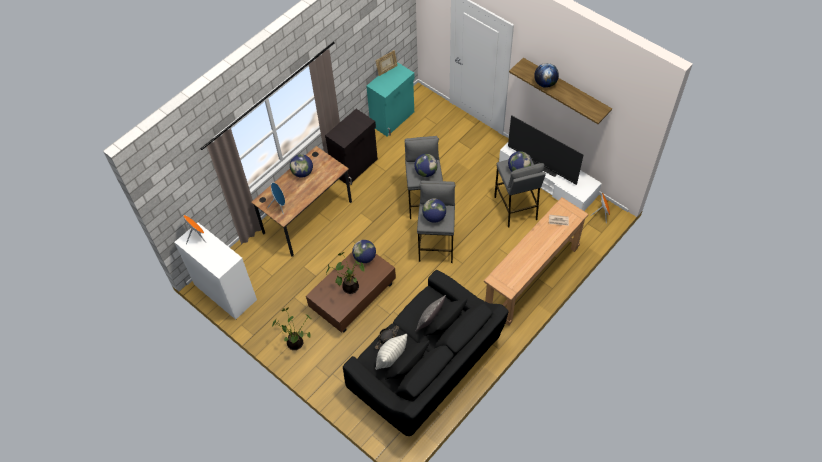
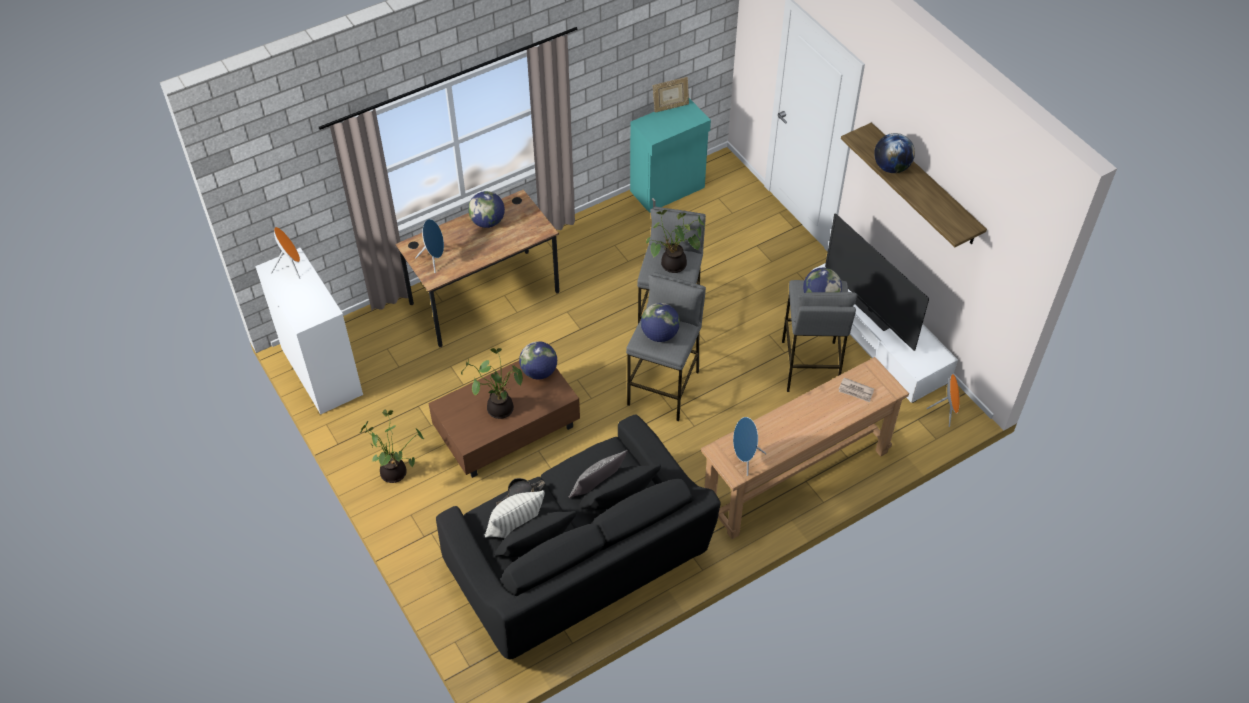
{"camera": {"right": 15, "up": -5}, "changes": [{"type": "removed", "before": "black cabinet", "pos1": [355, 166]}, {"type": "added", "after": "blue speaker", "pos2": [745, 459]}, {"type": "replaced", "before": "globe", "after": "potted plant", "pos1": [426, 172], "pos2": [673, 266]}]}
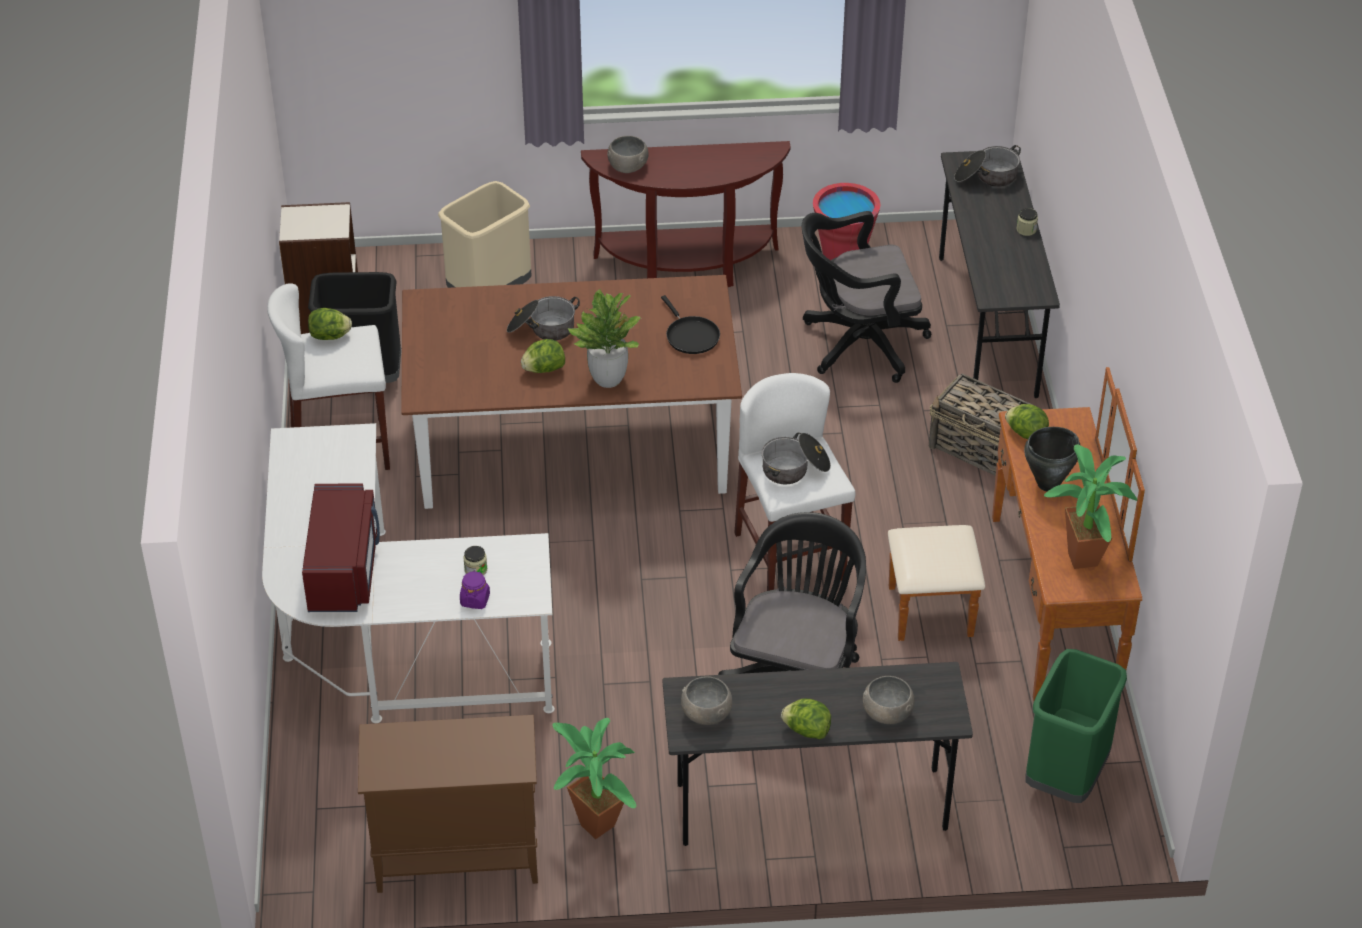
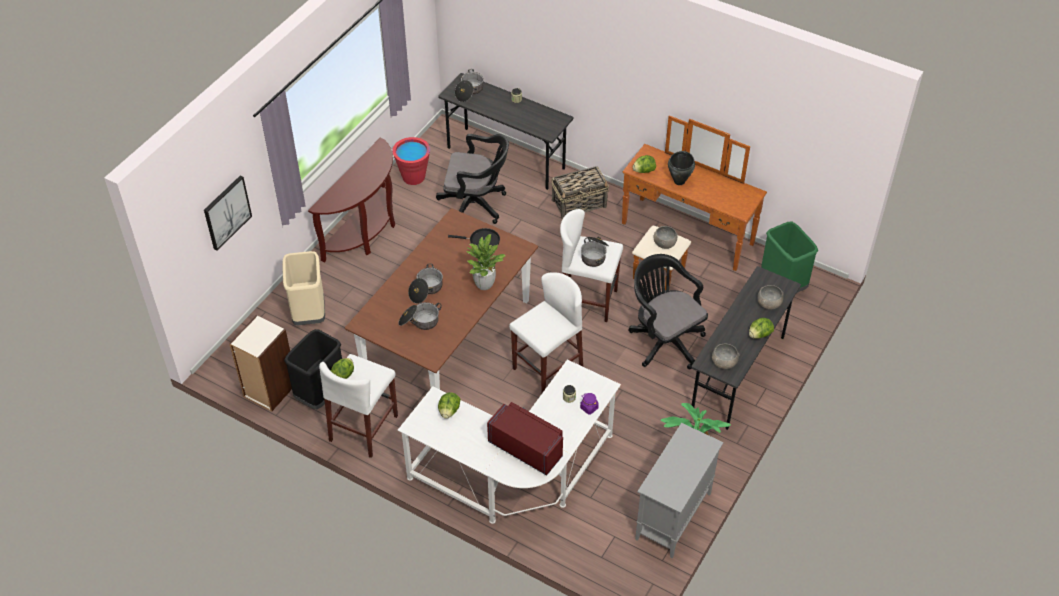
{"camera": {"right": -55, "up": 5}, "changes": [{"type": "removed", "before": "potted plant", "pos1": [1084, 554]}, {"type": "added", "after": "picture", "pos2": [226, 212]}, {"type": "added", "after": "cooking pot", "pos2": [419, 321]}, {"type": "added", "after": "white stool", "pos2": [547, 367]}, {"type": "moved", "before": "lettuce", "pos1": [544, 369], "pos2": [449, 411]}, {"type": "moved", "before": "grey bowl", "pos1": [627, 166], "pos2": [664, 243]}, {"type": "recoloured", "before": "brown cabinet", "after": "grey cabinet", "pos1": [455, 858], "pos2": [673, 517]}, {"type": "turned", "before": "black office chair", "pos1": [857, 344], "pos2": [476, 205], "turn": -105}]}
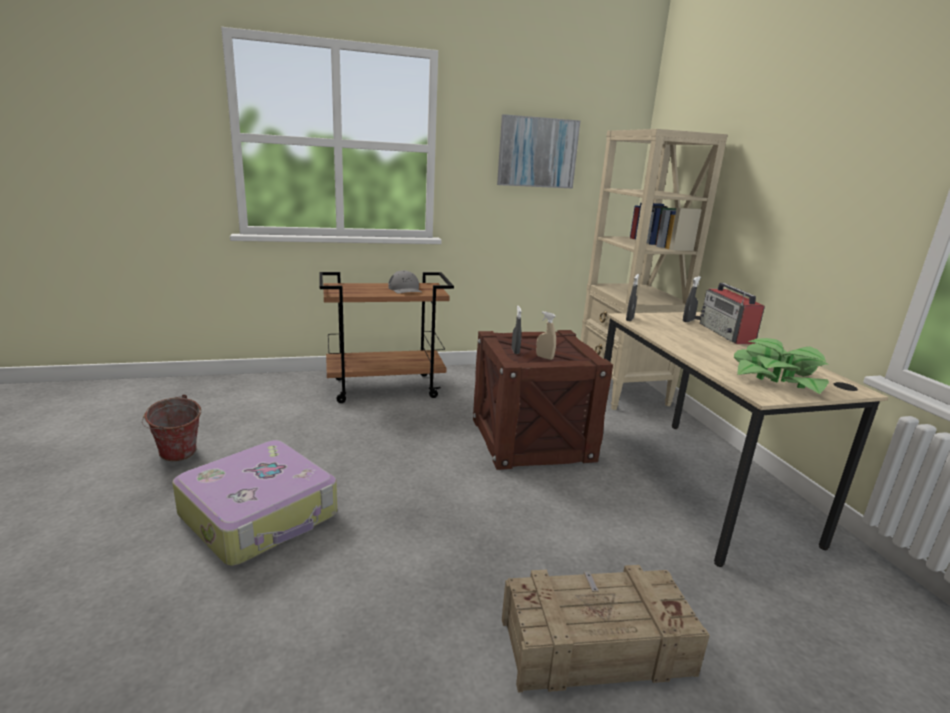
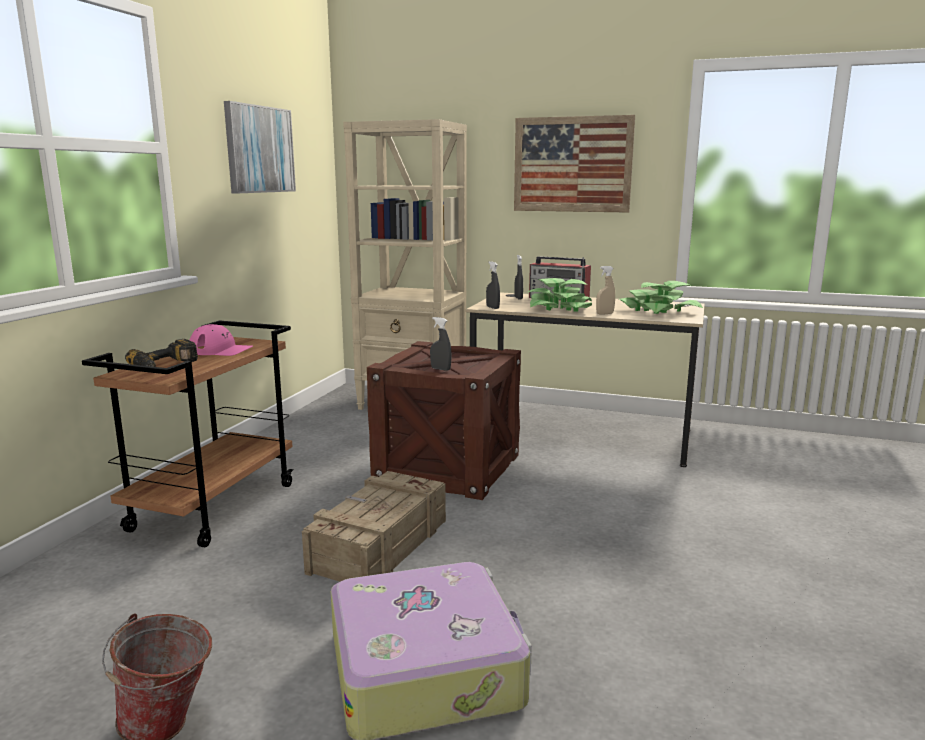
{"camera": {"right": -55, "up": -5}, "changes": [{"type": "added", "after": "power drill", "pos2": [166, 365]}, {"type": "added", "after": "picture", "pos2": [572, 164]}, {"type": "added", "after": "potted plant", "pos2": [559, 308]}, {"type": "moved", "before": "crate", "pos1": [593, 645], "pos2": [378, 546]}, {"type": "moved", "before": "beige spray bottle", "pos1": [544, 357], "pos2": [604, 314]}, {"type": "recoloured", "before": "grey cap", "after": "pink cap", "pos1": [405, 289], "pos2": [221, 350]}]}
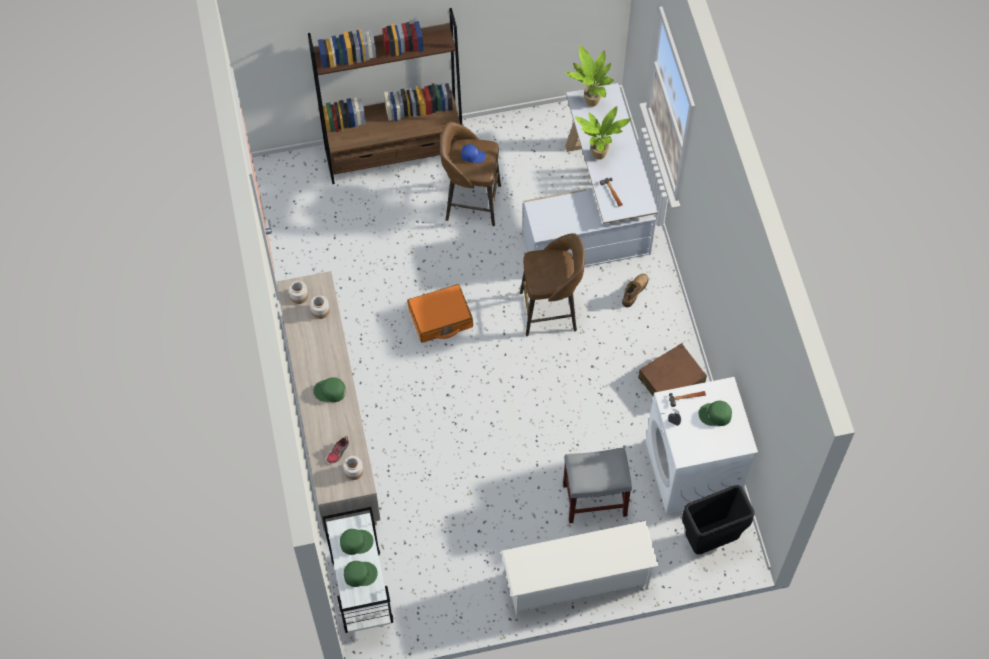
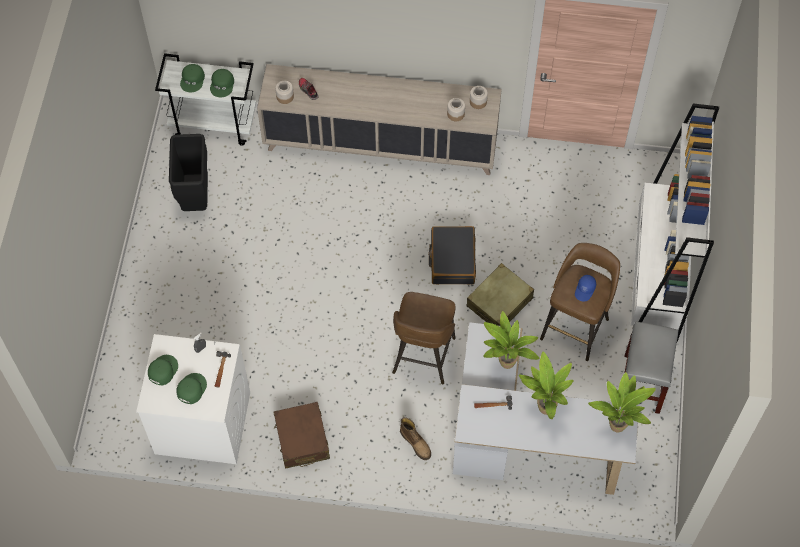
{"camera": {"right": 110, "up": 0}, "changes": [{"type": "removed", "before": "white shoe rack", "pos1": [576, 581]}, {"type": "added", "after": "beige suitcase", "pos2": [499, 302]}, {"type": "added", "after": "potted plant", "pos2": [505, 365]}, {"type": "moved", "before": "green cap", "pos1": [330, 391], "pos2": [162, 370]}, {"type": "moved", "before": "grey stool", "pos1": [595, 499], "pos2": [642, 384]}, {"type": "moved", "before": "black trash can", "pos1": [711, 541], "pos2": [195, 198]}, {"type": "recoloured", "before": "brown bookcase", "after": "white bookcase", "pos1": [395, 154], "pos2": [657, 276]}, {"type": "recoloured", "before": "orange suitcase", "after": "black suitcase", "pos1": [440, 318], "pos2": [452, 260]}]}
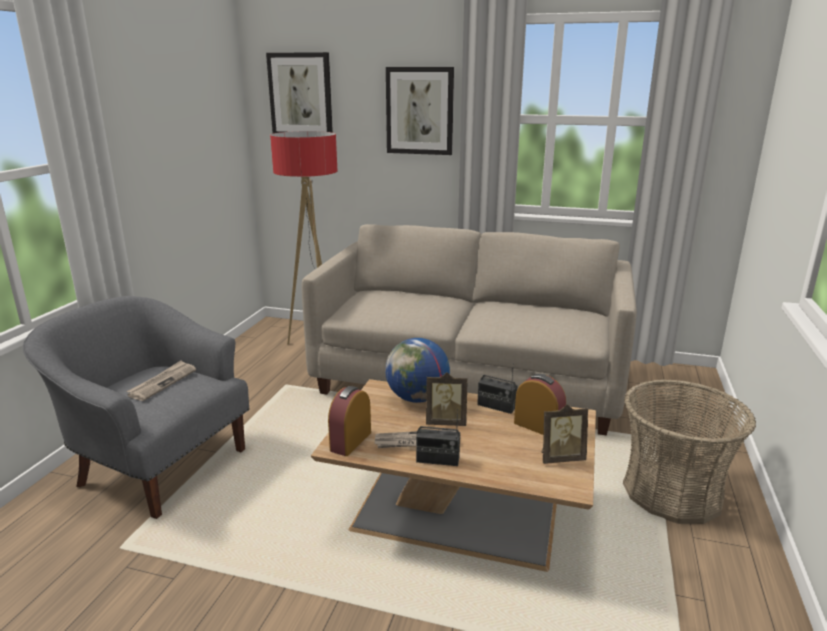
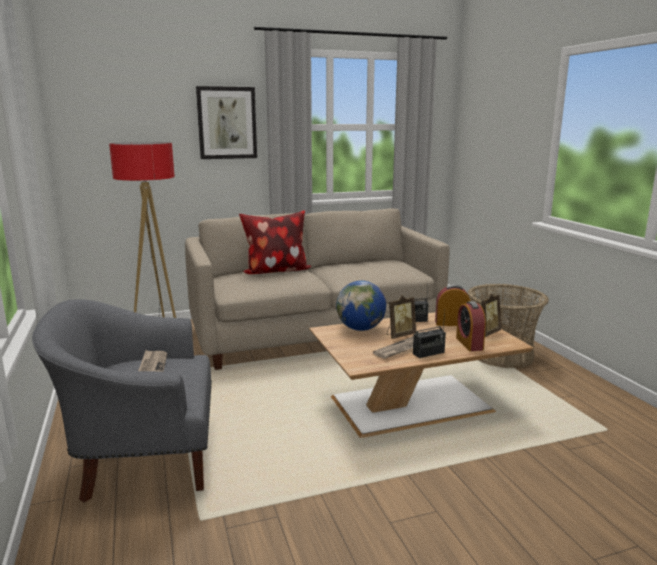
{"camera": {"right": -35, "up": -5}, "changes": [{"type": "removed", "before": "picture", "pos1": [300, 95]}, {"type": "added", "after": "pillow", "pos2": [275, 271]}, {"type": "moved", "before": "alarm clock", "pos1": [350, 441], "pos2": [469, 343]}]}
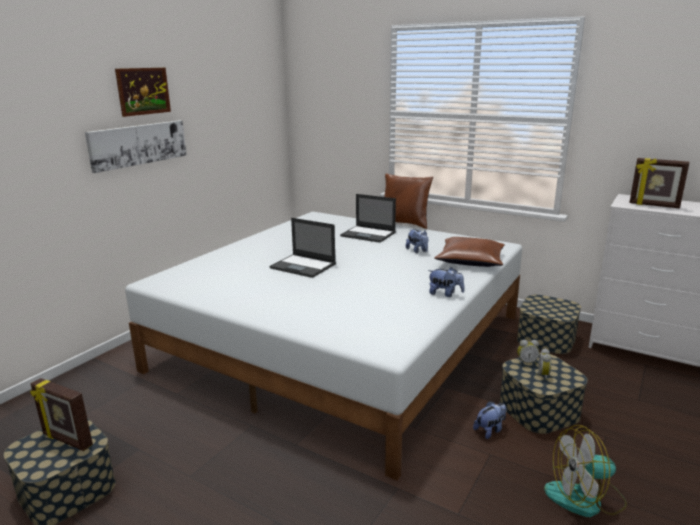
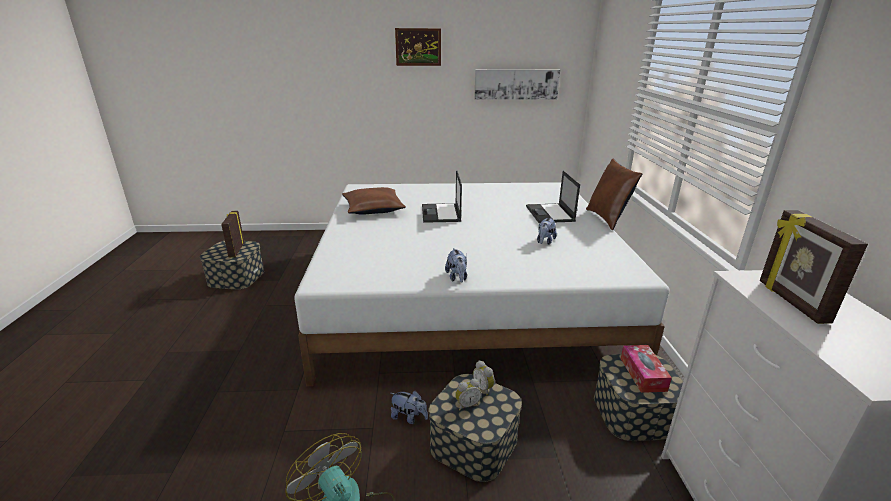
{"camera": {"right": 55, "up": 5}, "changes": [{"type": "added", "after": "tissue box", "pos2": [643, 374]}, {"type": "moved", "before": "picture", "pos1": [138, 144], "pos2": [516, 84]}, {"type": "moved", "before": "brown pillow", "pos1": [471, 260], "pos2": [373, 209]}]}
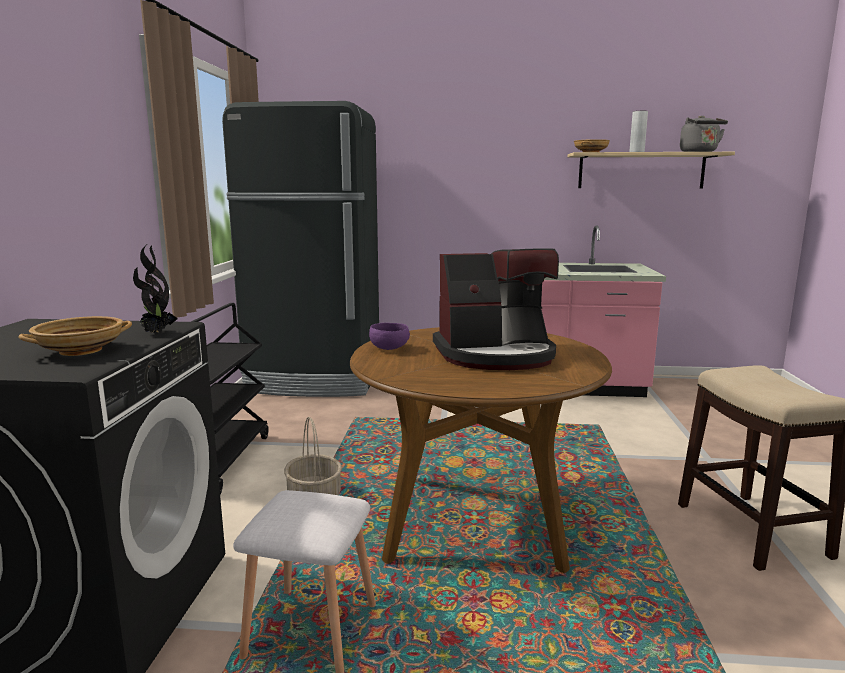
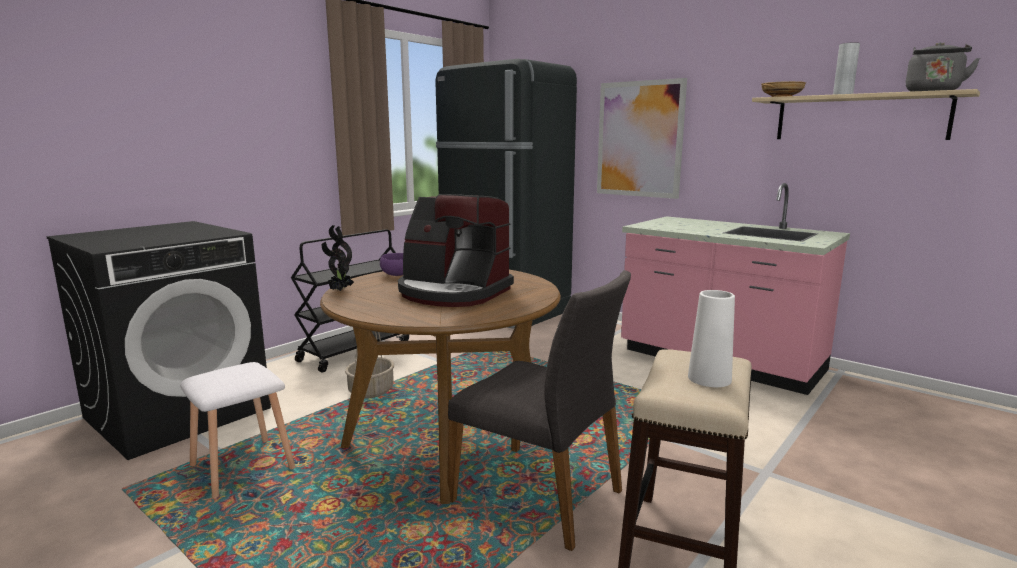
{"camera": {"right": 35, "up": 0}, "changes": [{"type": "removed", "before": "beige bowl", "pos1": [80, 351]}, {"type": "added", "after": "grey chair", "pos2": [539, 495]}, {"type": "added", "after": "picture", "pos2": [639, 139]}, {"type": "added", "after": "white vase", "pos2": [709, 378]}, {"type": "moved", "before": "potted plant", "pos1": [157, 333], "pos2": [340, 291]}]}
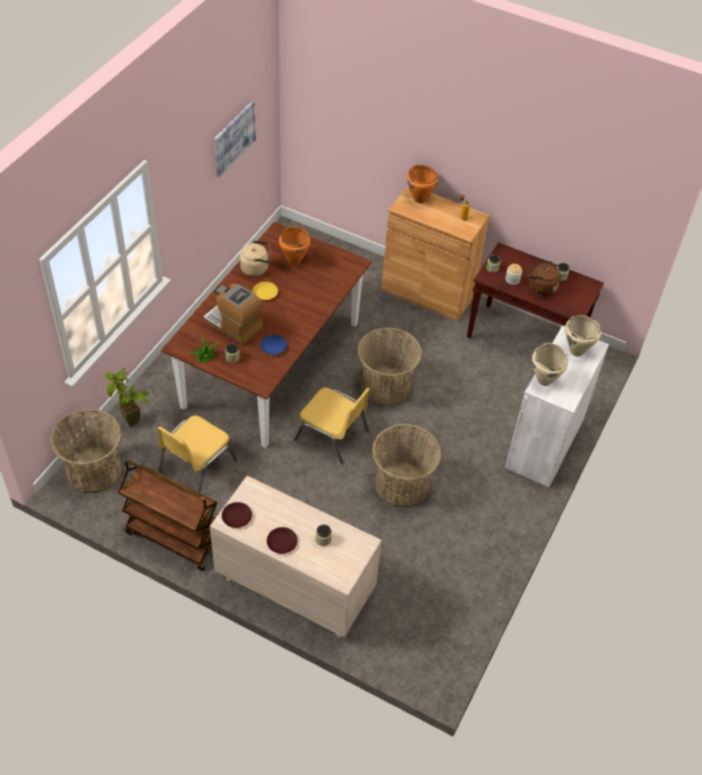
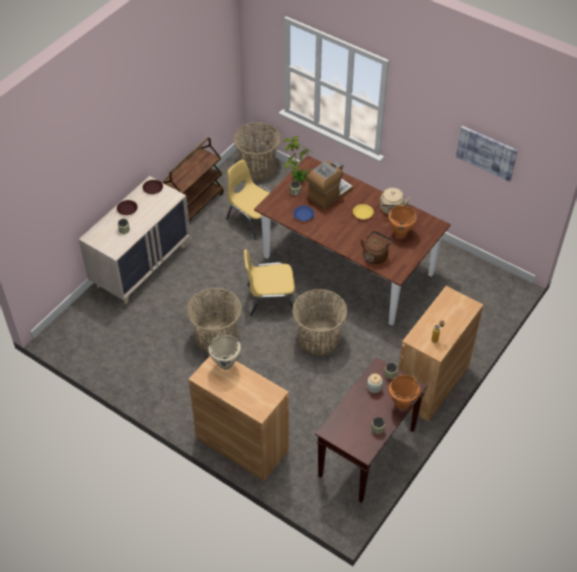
{"camera": {"right": 100, "up": 0}, "changes": [{"type": "removed", "before": "beige cooking pot", "pos1": [576, 351]}, {"type": "moved", "before": "orange cooking pot", "pos1": [419, 199], "pos2": [401, 404]}, {"type": "moved", "before": "brown kettle", "pos1": [540, 288], "pos2": [375, 255]}, {"type": "recoloured", "before": "white cabinet", "after": "brown cabinet", "pos1": [544, 444], "pos2": [242, 444]}, {"type": "turned", "before": "yellow chair", "pos1": [333, 436], "pos2": [270, 298], "turn": 45}]}
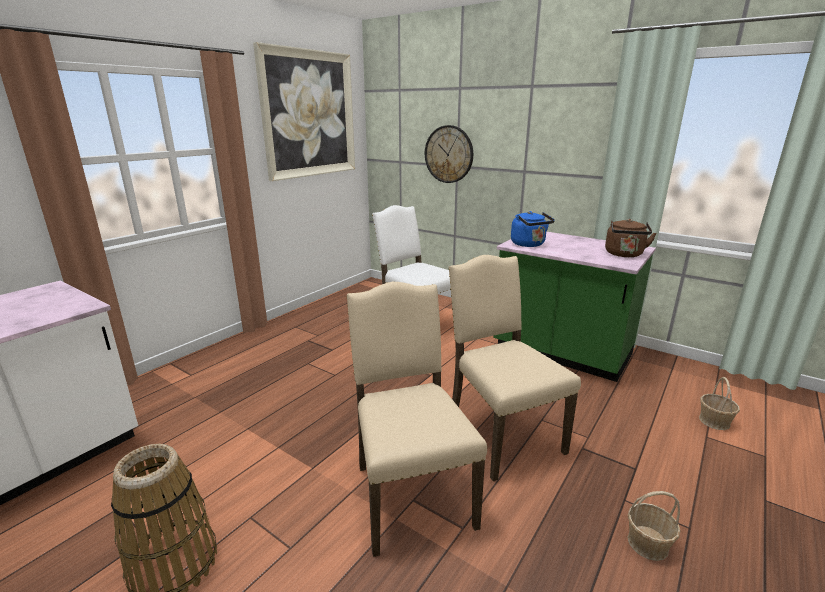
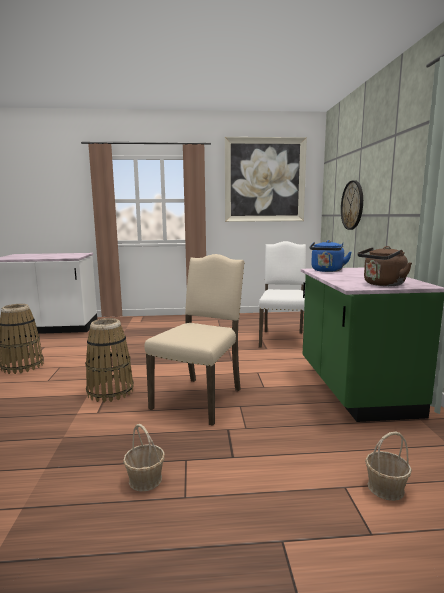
{"camera": {"right": 50, "up": -10}, "changes": [{"type": "replaced", "before": "beige chair", "after": "basket", "pos1": [410, 493], "pos2": [110, 391]}]}
